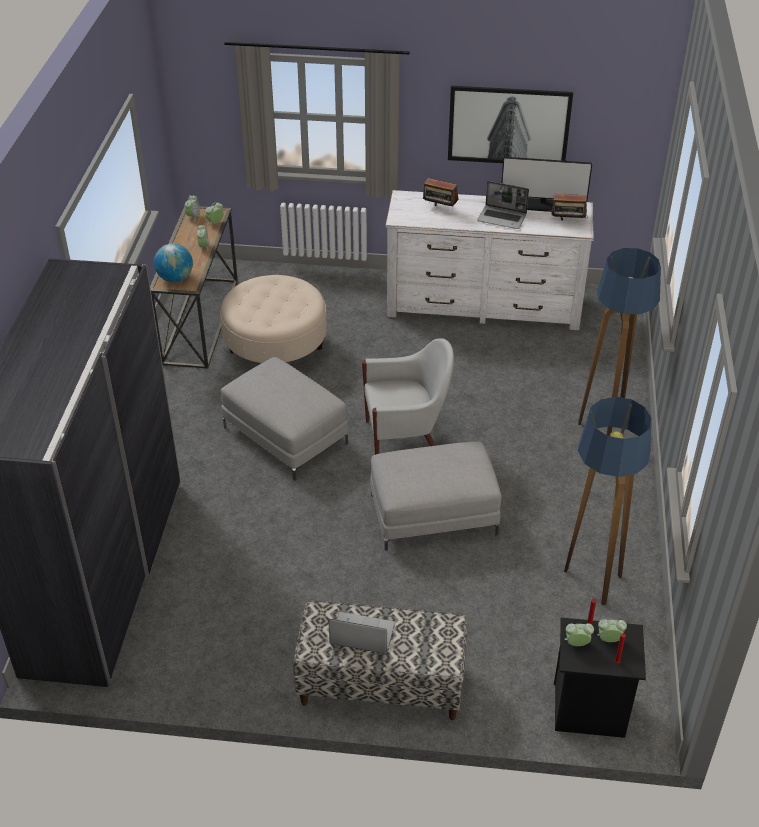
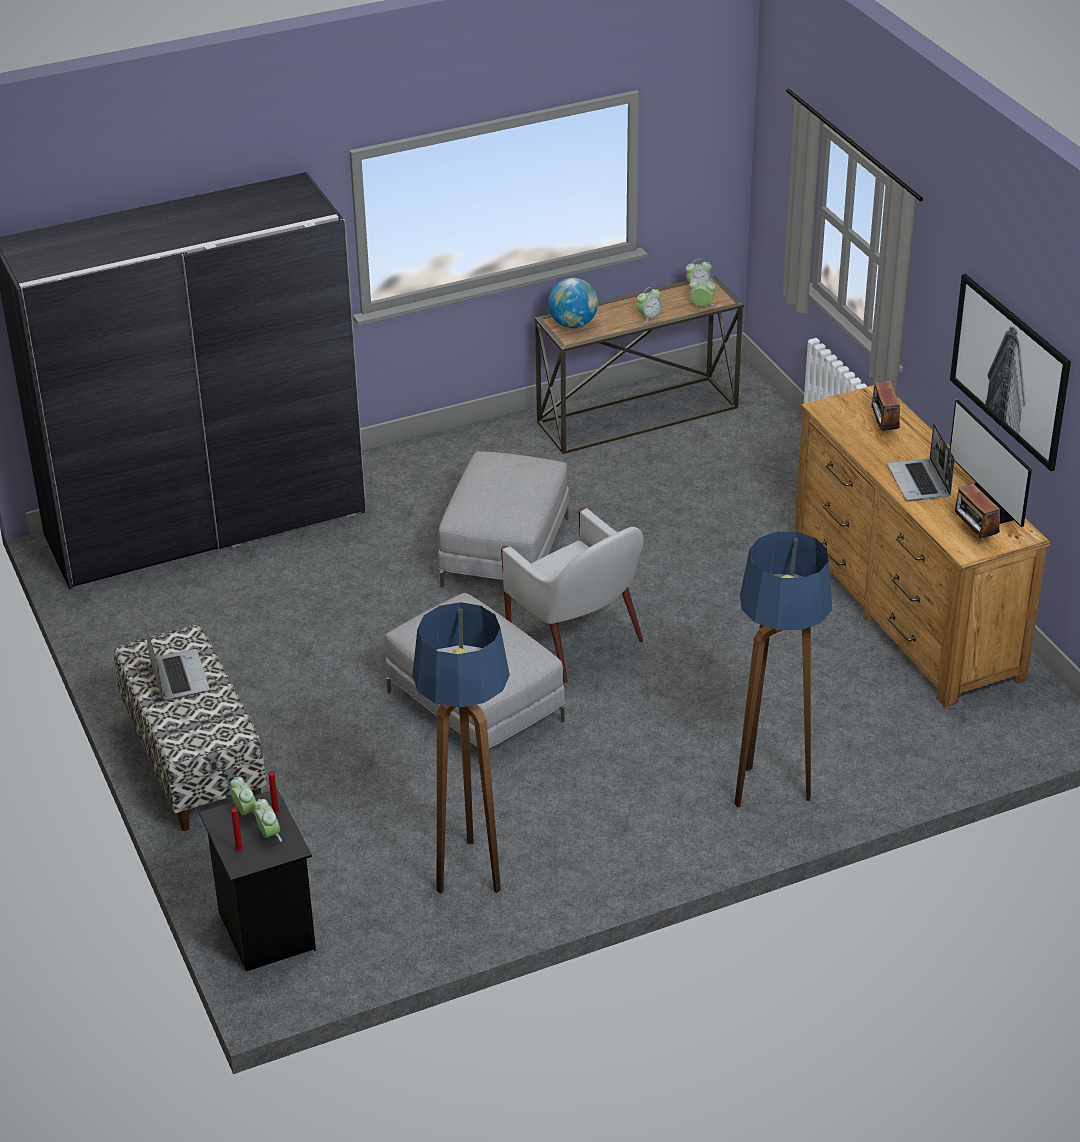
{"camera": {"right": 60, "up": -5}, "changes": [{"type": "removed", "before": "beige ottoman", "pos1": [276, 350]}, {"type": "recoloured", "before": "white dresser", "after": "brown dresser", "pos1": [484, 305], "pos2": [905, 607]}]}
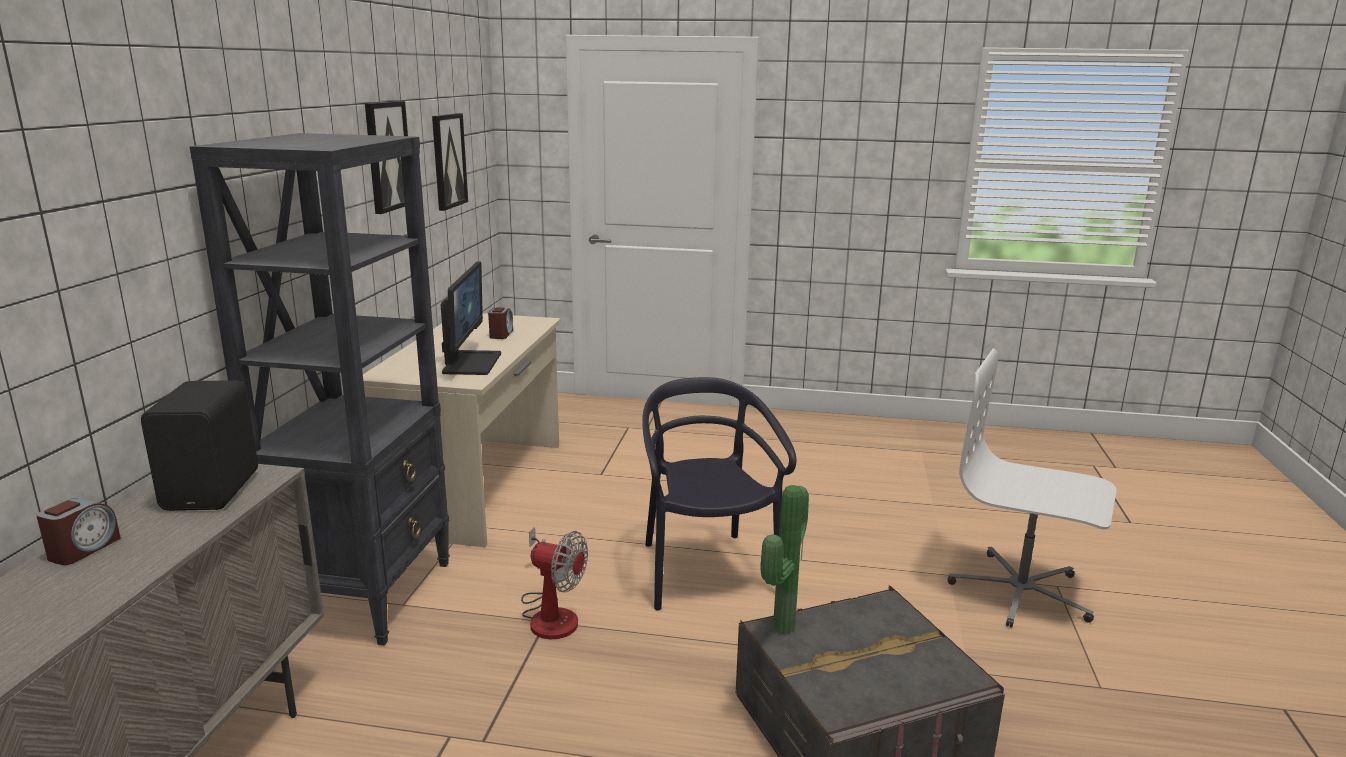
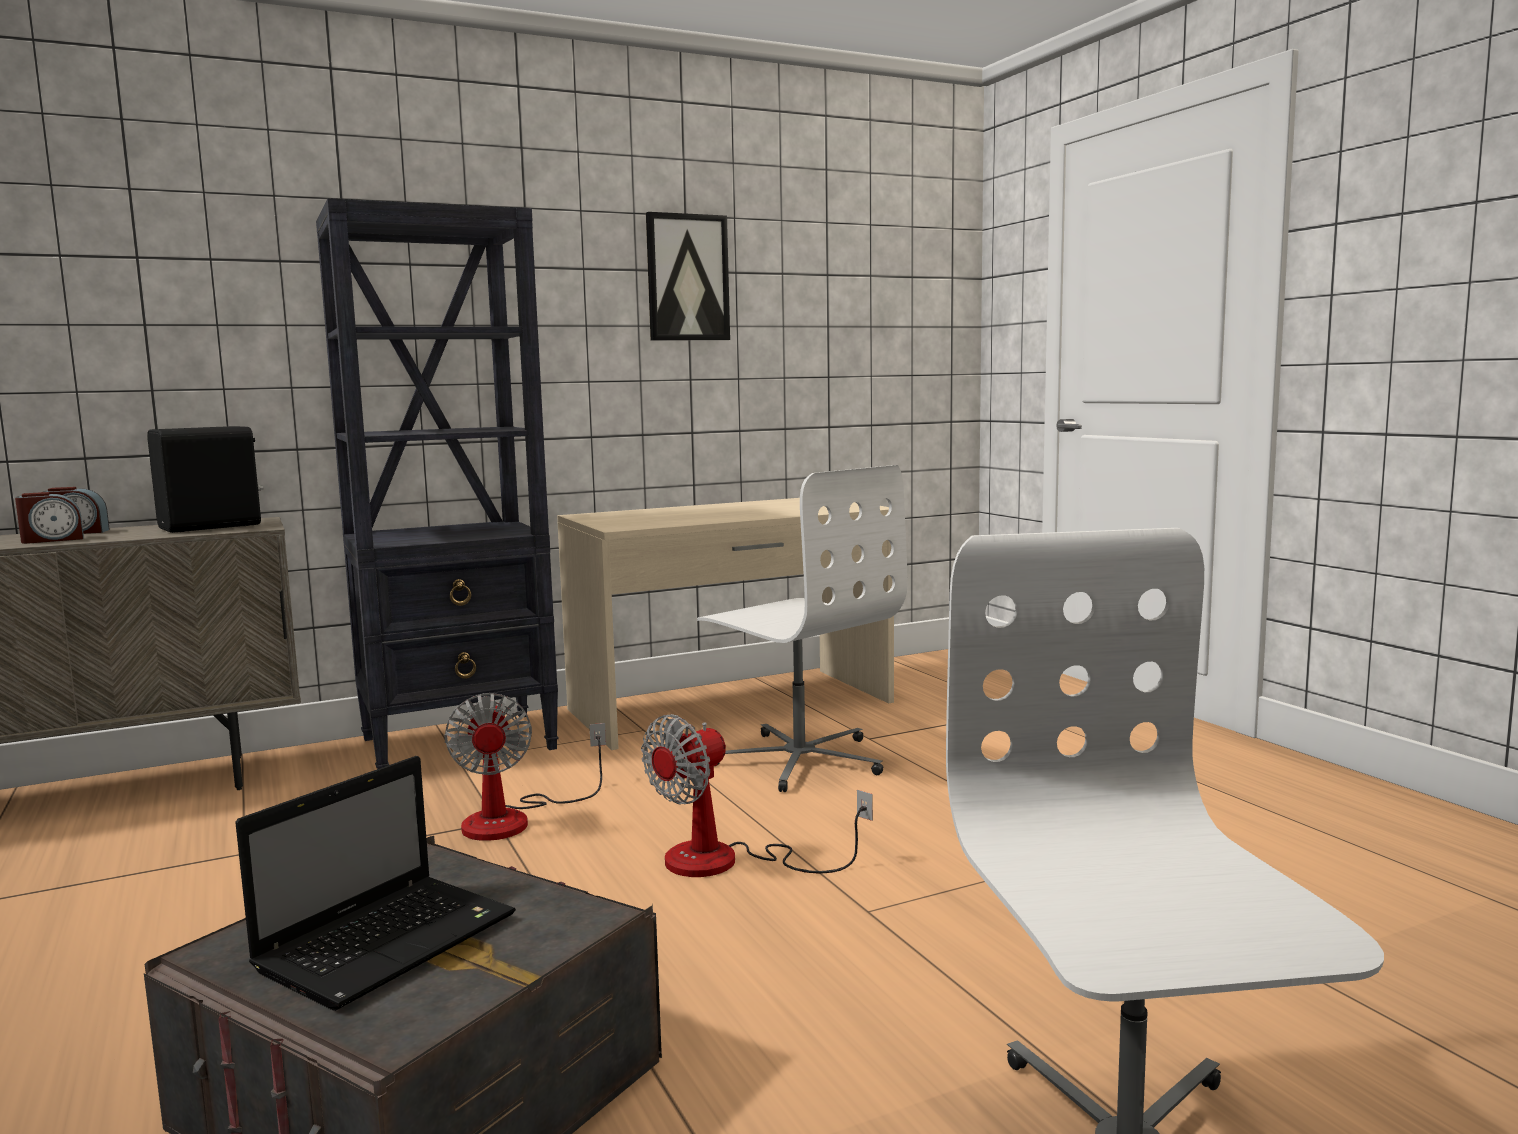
{"camera": {"right": 55, "up": -10}, "changes": [{"type": "removed", "before": "picture", "pos1": [448, 161]}, {"type": "removed", "before": "monitor", "pos1": [471, 363]}, {"type": "removed", "before": "potted plant", "pos1": [779, 627]}, {"type": "added", "after": "laptop", "pos2": [391, 940]}, {"type": "added", "after": "white office chair", "pos2": [800, 760]}, {"type": "moved", "before": "alarm clock", "pos1": [501, 334], "pos2": [52, 540]}, {"type": "replaced", "before": "black chair", "after": "fan", "pos1": [705, 571], "pos2": [728, 862]}]}
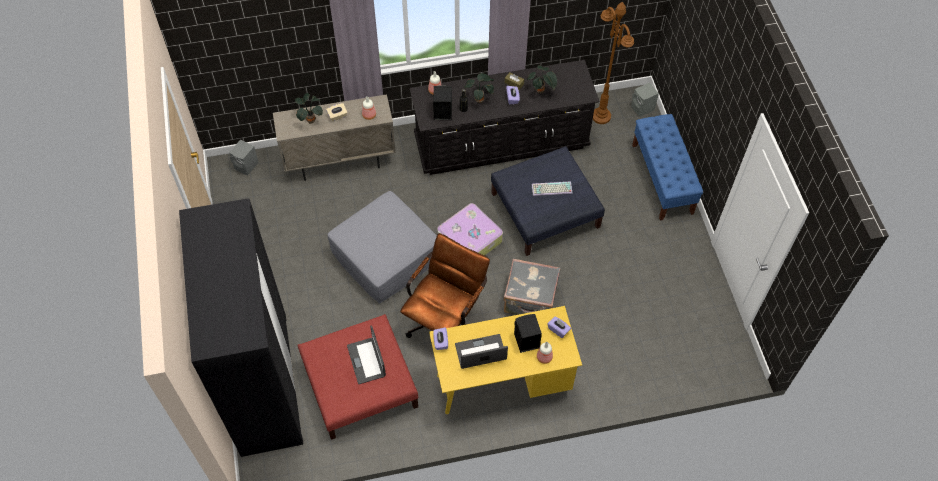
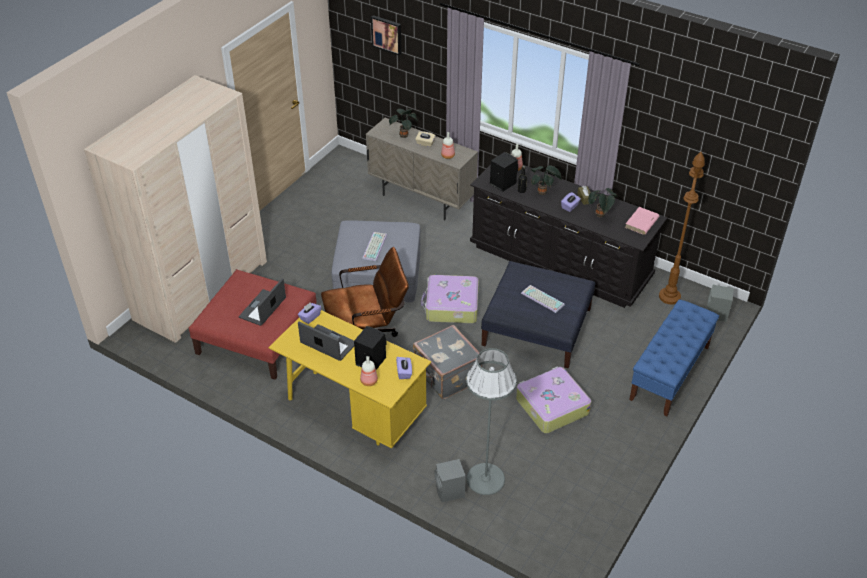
{"camera": {"right": 45, "up": -15}, "changes": [{"type": "added", "after": "keyboard", "pos2": [374, 246]}, {"type": "added", "after": "picture", "pos2": [387, 34]}, {"type": "added", "after": "grey floor lamp", "pos2": [486, 478]}, {"type": "added", "after": "suitcase", "pos2": [551, 406]}, {"type": "added", "after": "pink book", "pos2": [641, 223]}, {"type": "moved", "before": "grey speaker", "pos1": [247, 166], "pos2": [450, 492]}, {"type": "recoloured", "before": "black wardrobe", "after": "beige wardrobe", "pos1": [264, 382], "pos2": [201, 290]}]}
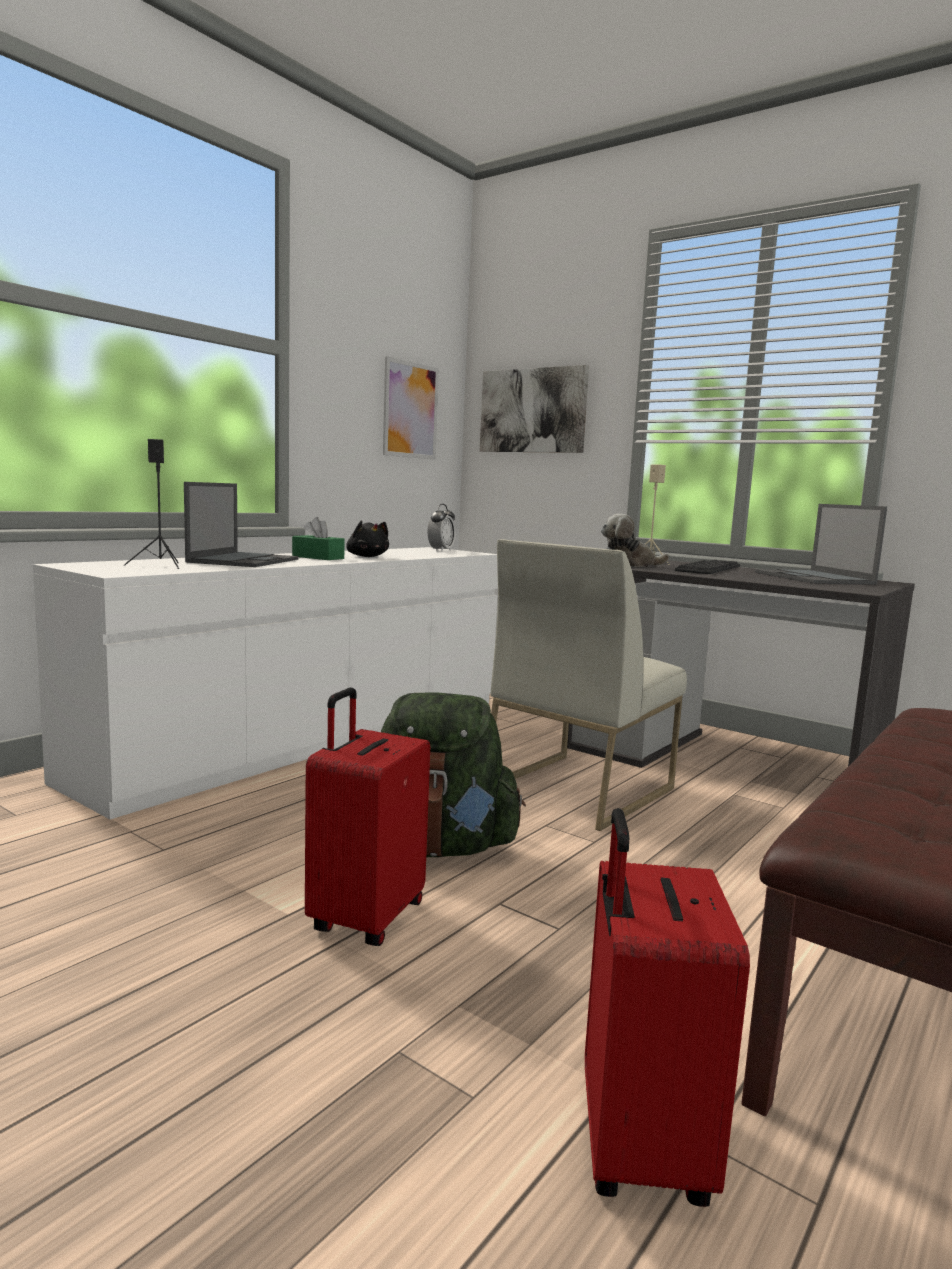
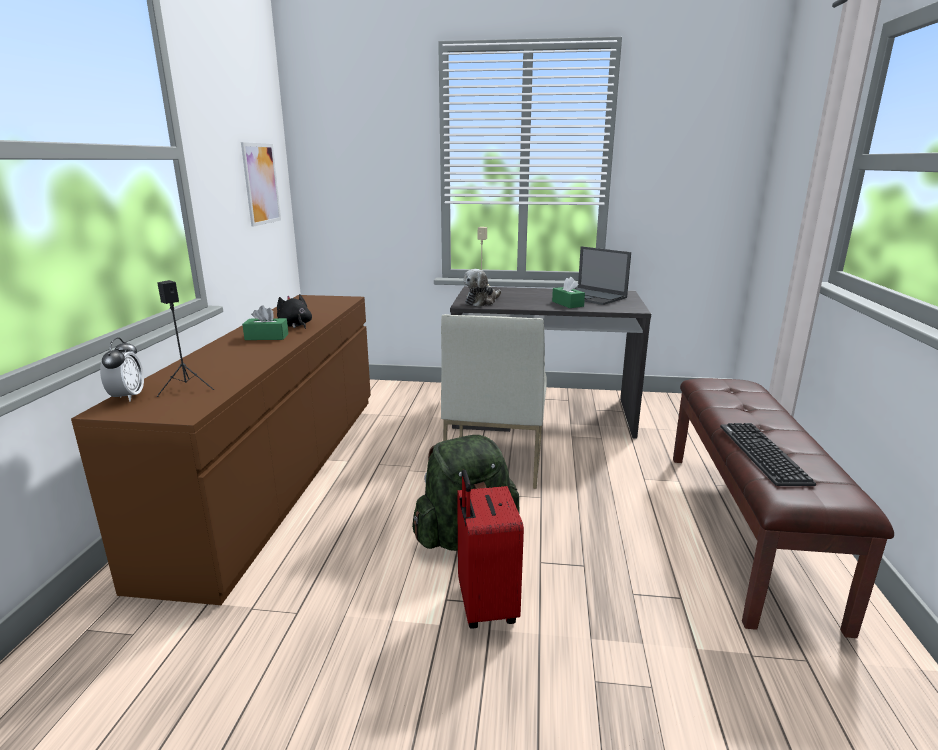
{"camera": {"right": -30, "up": 10}, "changes": [{"type": "removed", "before": "laptop", "pos1": [244, 560]}, {"type": "removed", "before": "picture", "pos1": [533, 411]}, {"type": "removed", "before": "red suitcase", "pos1": [637, 1145]}, {"type": "added", "after": "green tissue box", "pos2": [567, 304]}, {"type": "moved", "before": "alarm clock", "pos1": [441, 550], "pos2": [127, 397]}, {"type": "moved", "before": "keyboard", "pos1": [708, 569], "pos2": [763, 454]}, {"type": "recoloured", "before": "white dresser", "after": "brown dresser", "pos1": [310, 736], "pos2": [279, 472]}, {"type": "turned", "before": "black plush toy", "pos1": [367, 556], "pos2": [295, 325], "turn": -150}]}
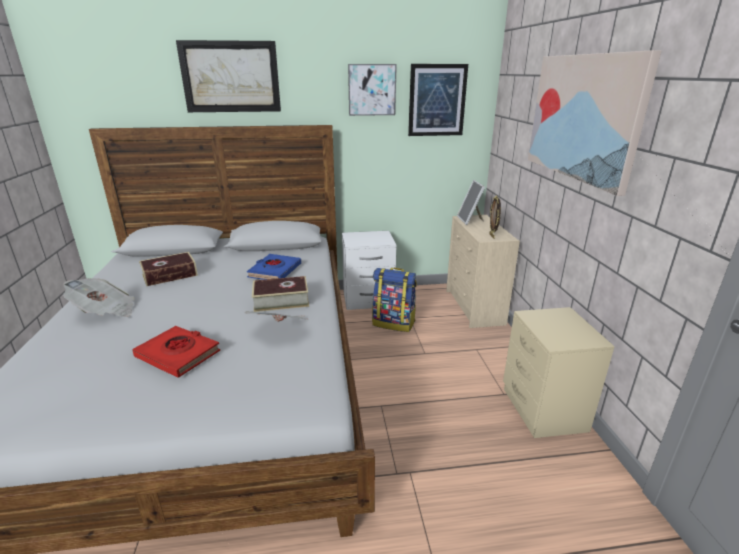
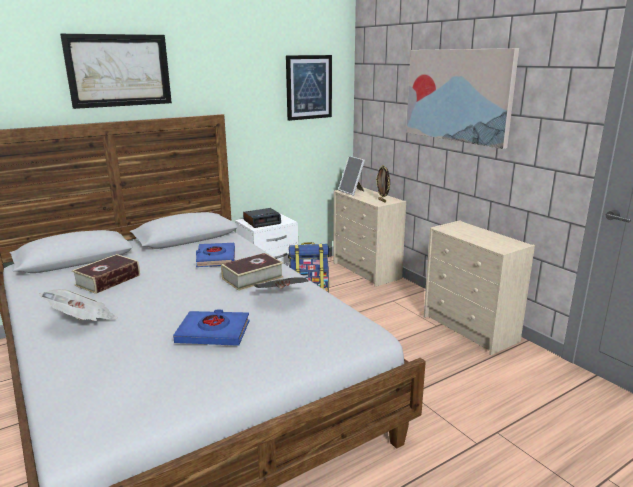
{"camera": {"right": -25, "up": -5}, "changes": [{"type": "removed", "before": "picture", "pos1": [371, 90]}, {"type": "added", "after": "alarm clock", "pos2": [262, 222]}, {"type": "replaced", "before": "beige nightstand", "after": "beige dresser", "pos1": [543, 411], "pos2": [470, 329]}, {"type": "recoloured", "before": "red book", "after": "blue book", "pos1": [178, 355], "pos2": [213, 333]}]}
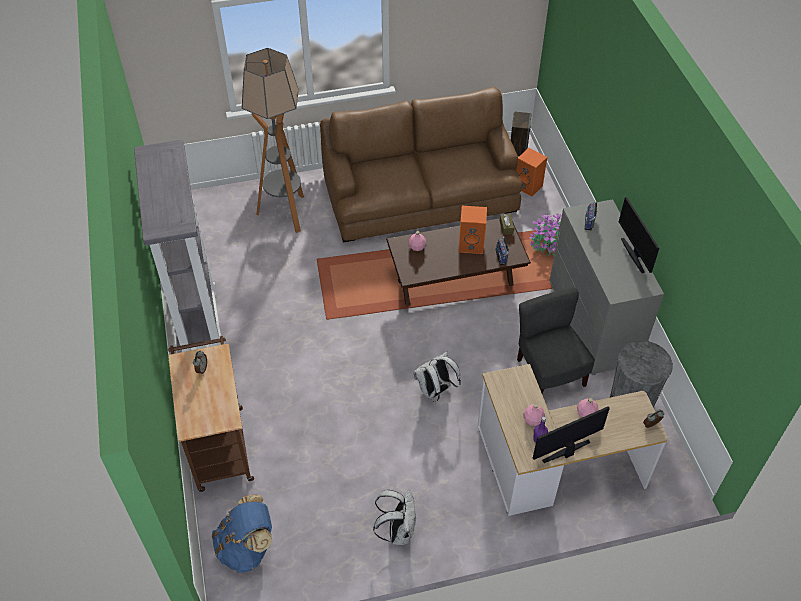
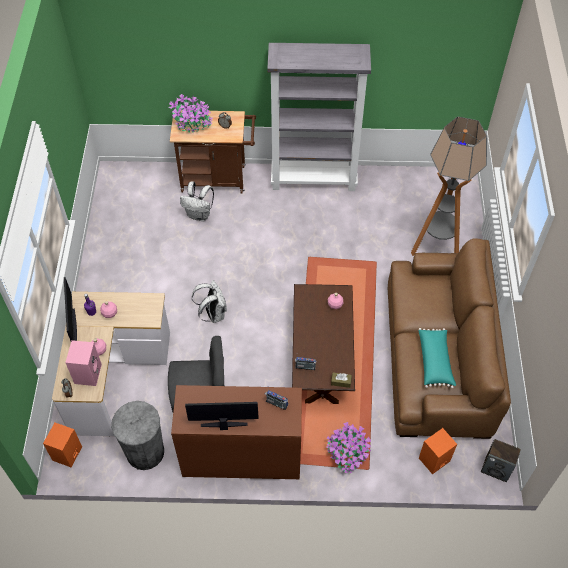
{"camera": {"right": 105, "up": 5}, "changes": [{"type": "removed", "before": "blue backpack", "pos1": [247, 547]}, {"type": "added", "after": "pink speaker", "pos2": [87, 373]}, {"type": "added", "after": "potted plant", "pos2": [192, 124]}, {"type": "added", "after": "turquoise pillow", "pos2": [435, 361]}, {"type": "moved", "before": "white backpack", "pos1": [398, 531], "pos2": [199, 215]}, {"type": "moved", "before": "orange speaker", "pos1": [472, 244], "pos2": [67, 454]}, {"type": "recoloured", "before": "grey dresser", "after": "brown dresser", "pos1": [592, 322], "pos2": [242, 456]}]}
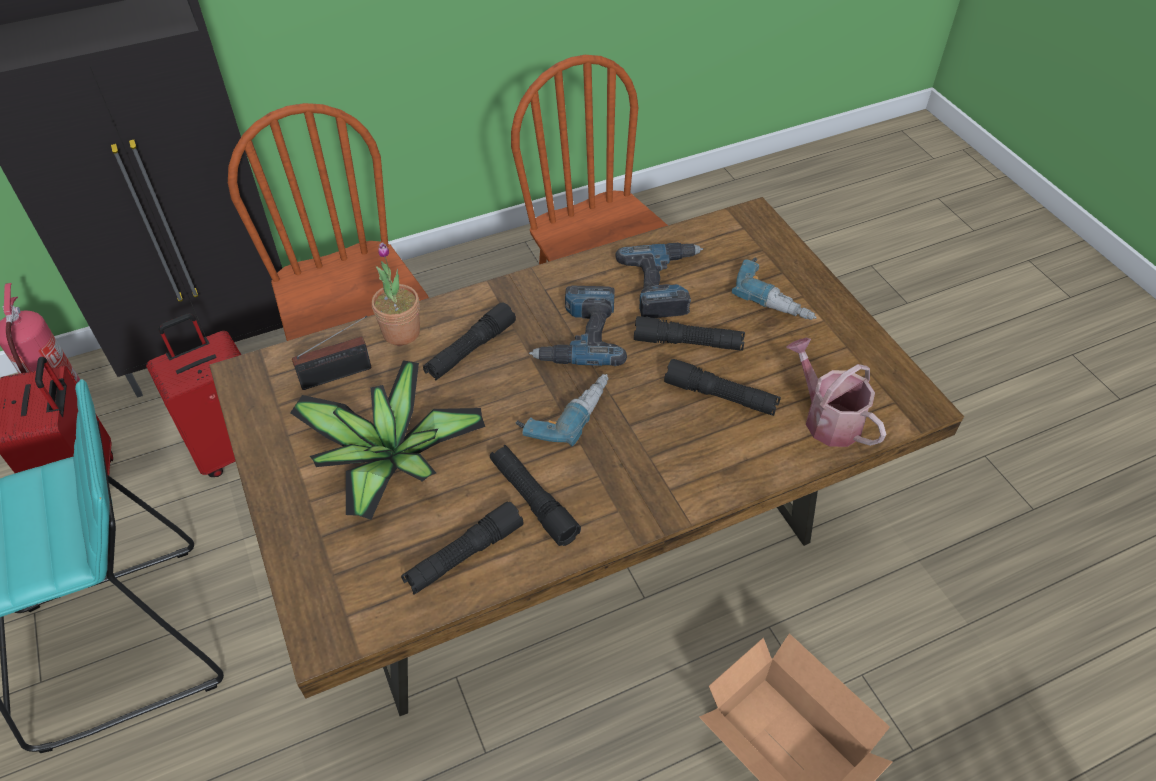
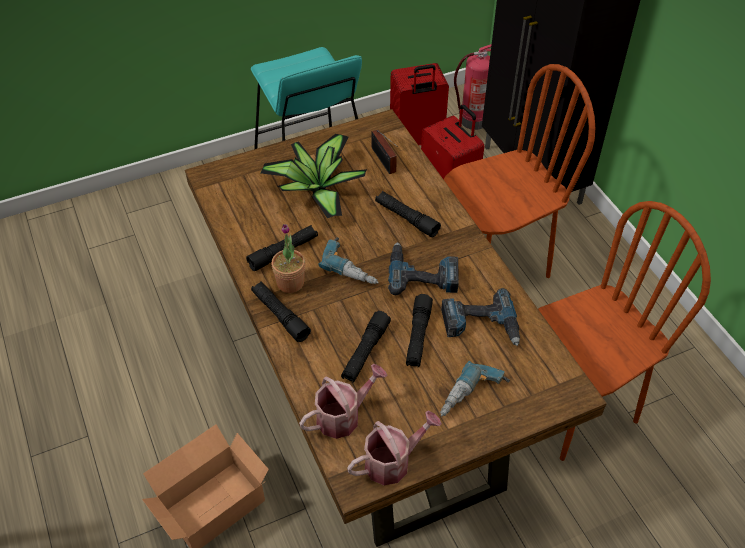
{"camera": {"right": 90, "up": 0}, "changes": [{"type": "added", "after": "watering can", "pos2": [393, 461]}, {"type": "moved", "before": "potted plant", "pos1": [401, 332], "pos2": [290, 283]}, {"type": "moved", "before": "black flashlight", "pos1": [464, 555], "pos2": [280, 315]}]}
